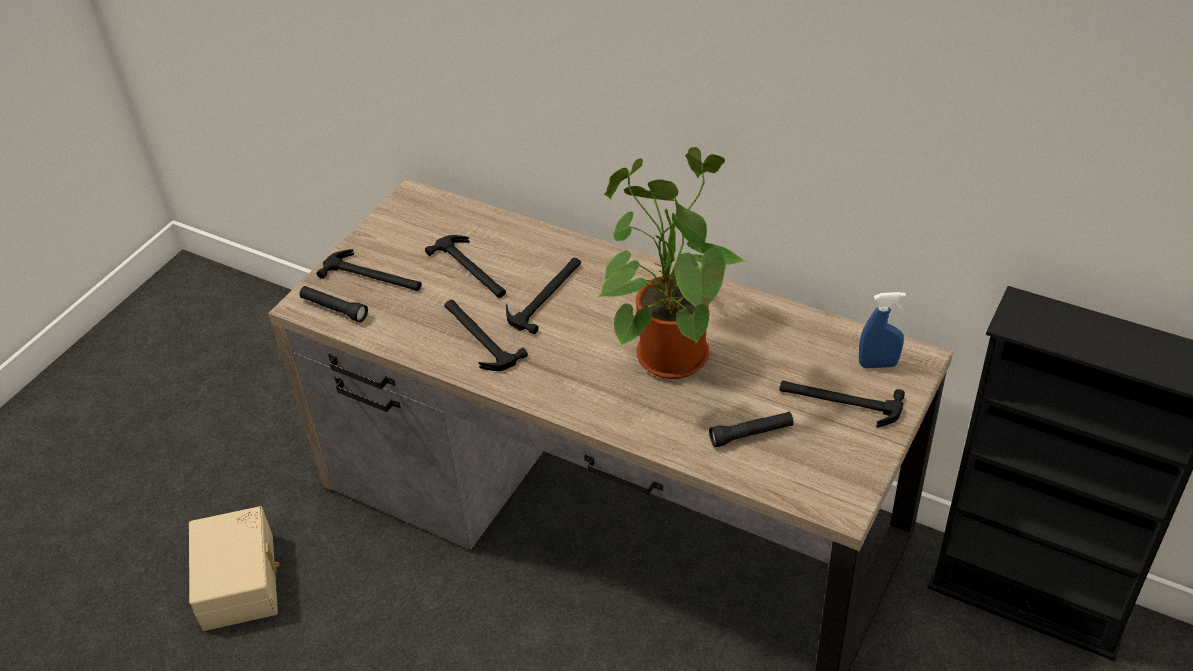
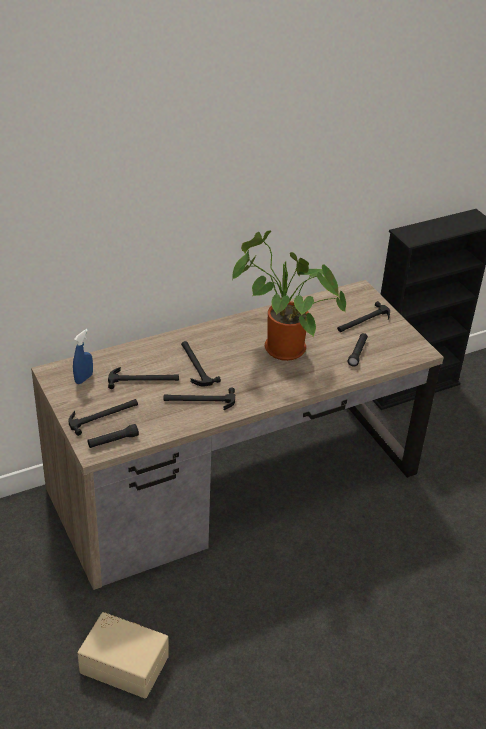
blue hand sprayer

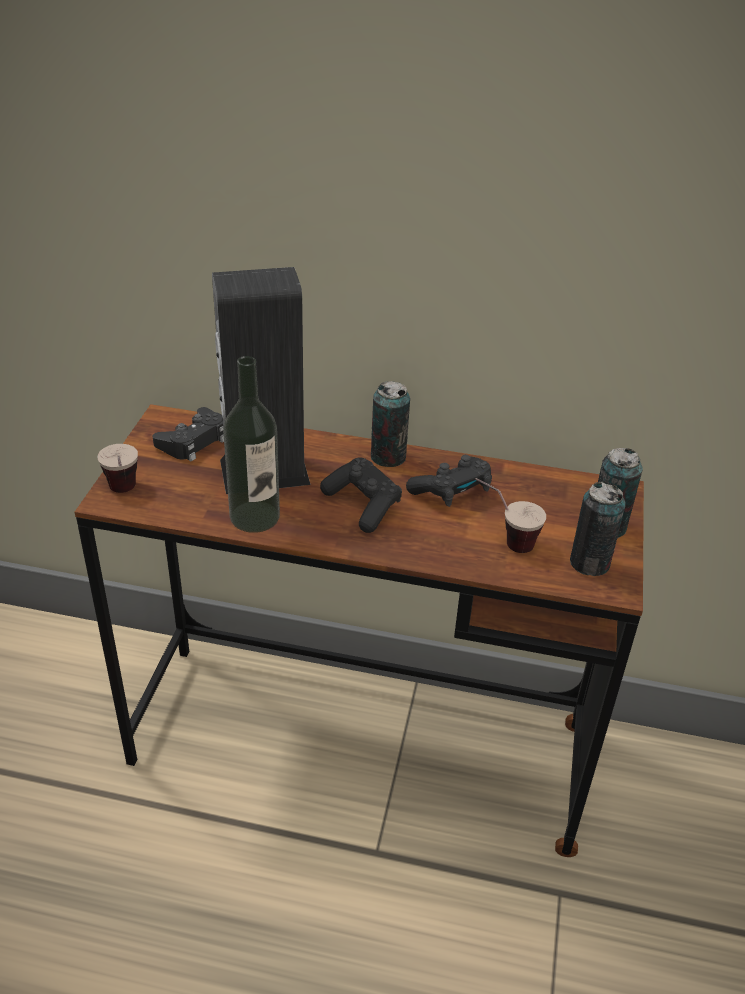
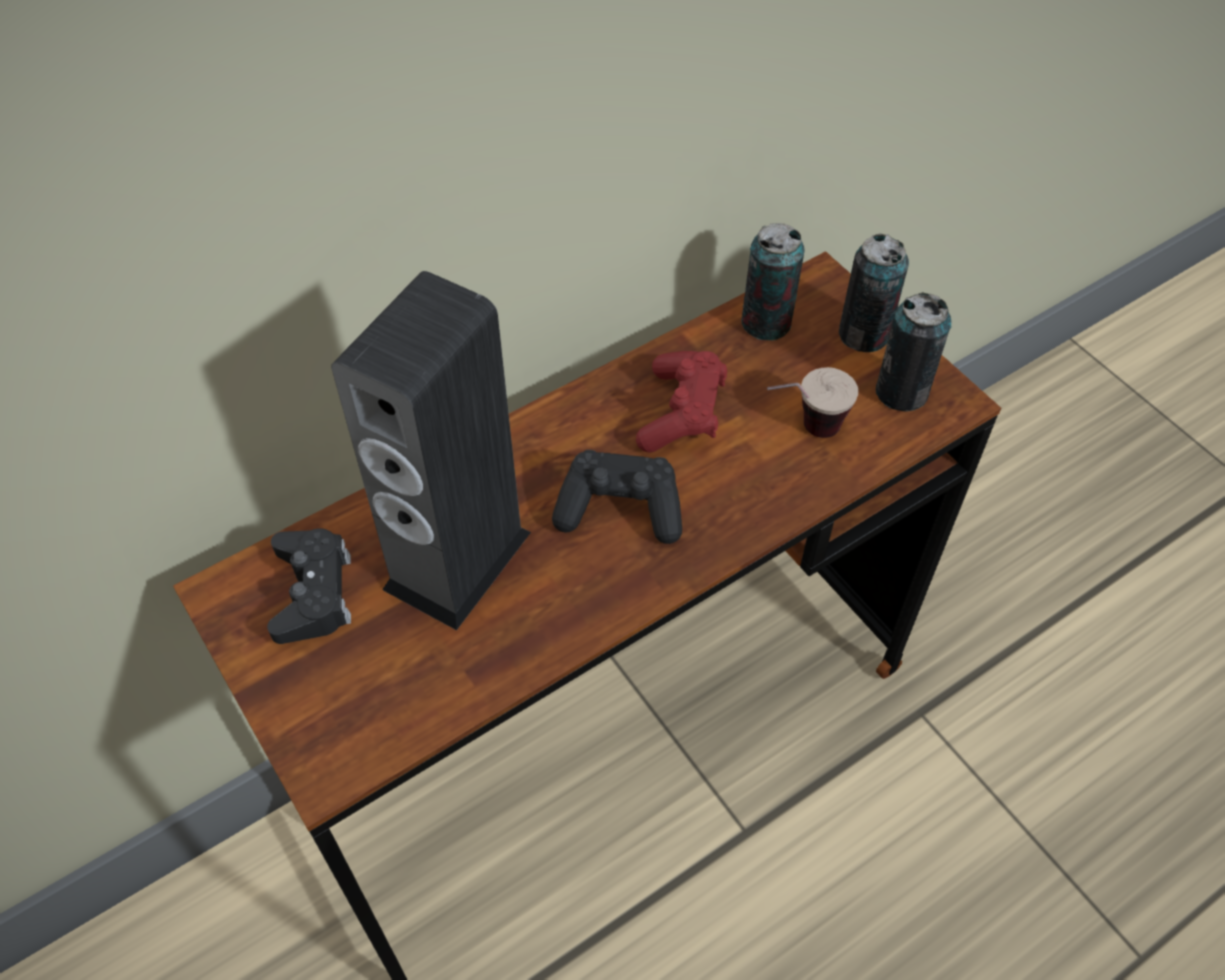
cup (no. 1 from left in the first image); drink bottle; can (no. 1 from left); red-coloured game controller

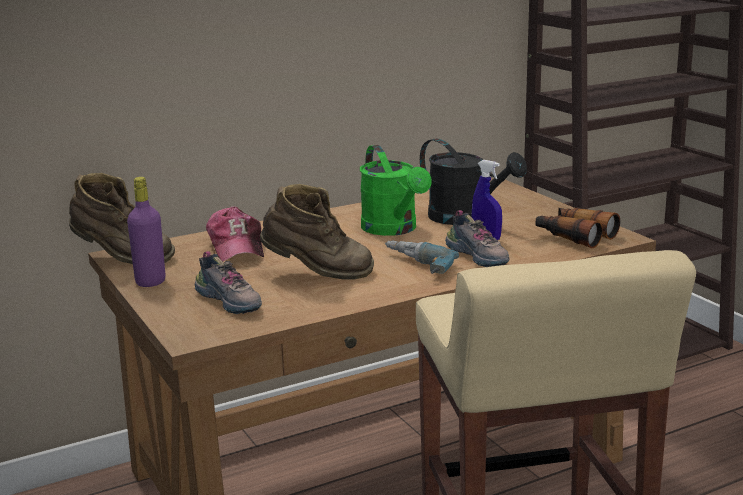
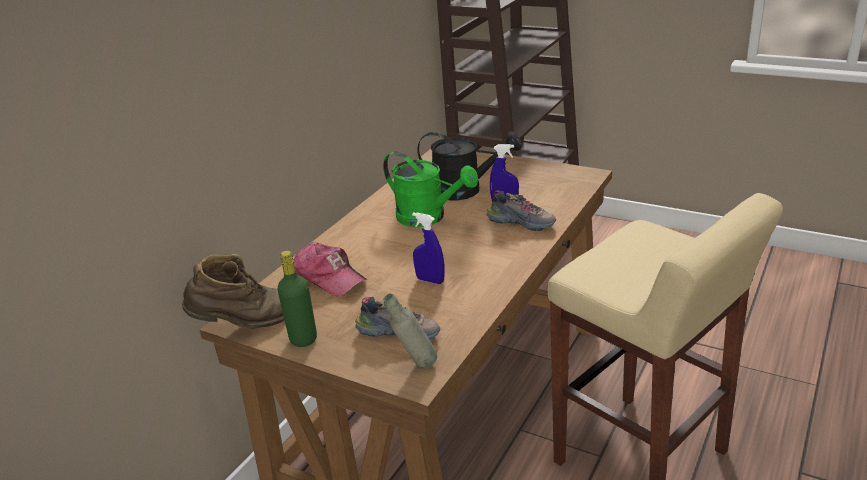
power drill; pair of binoculars; grey drink bottle; blue hand sprayer (no. 1 from left); green drink bottle

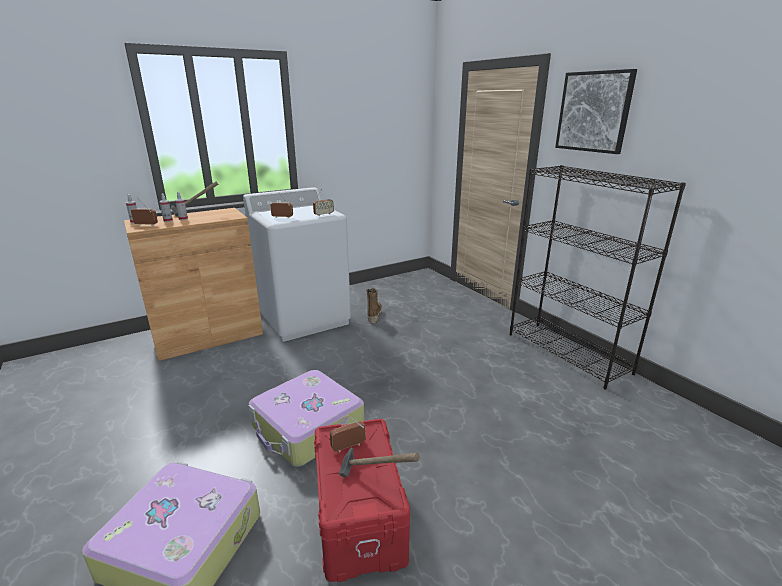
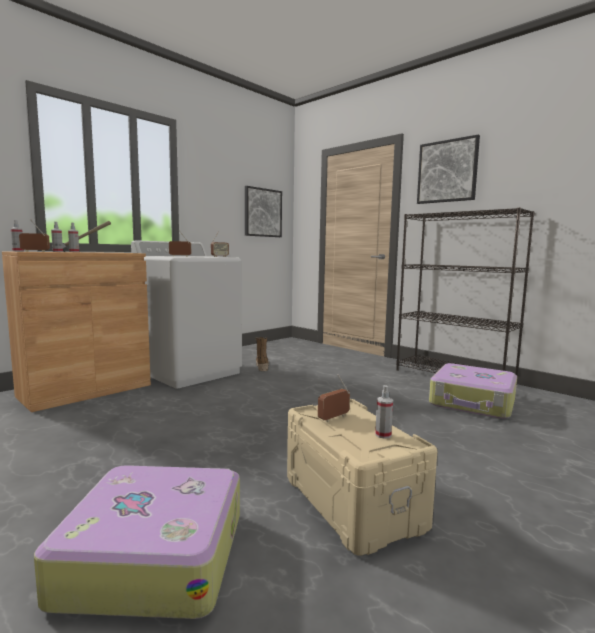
wall art (no. 1 from left); piece of luggage (no. 2 from left); hand sprayer (no. 4 from left); beige-coloured storage bin

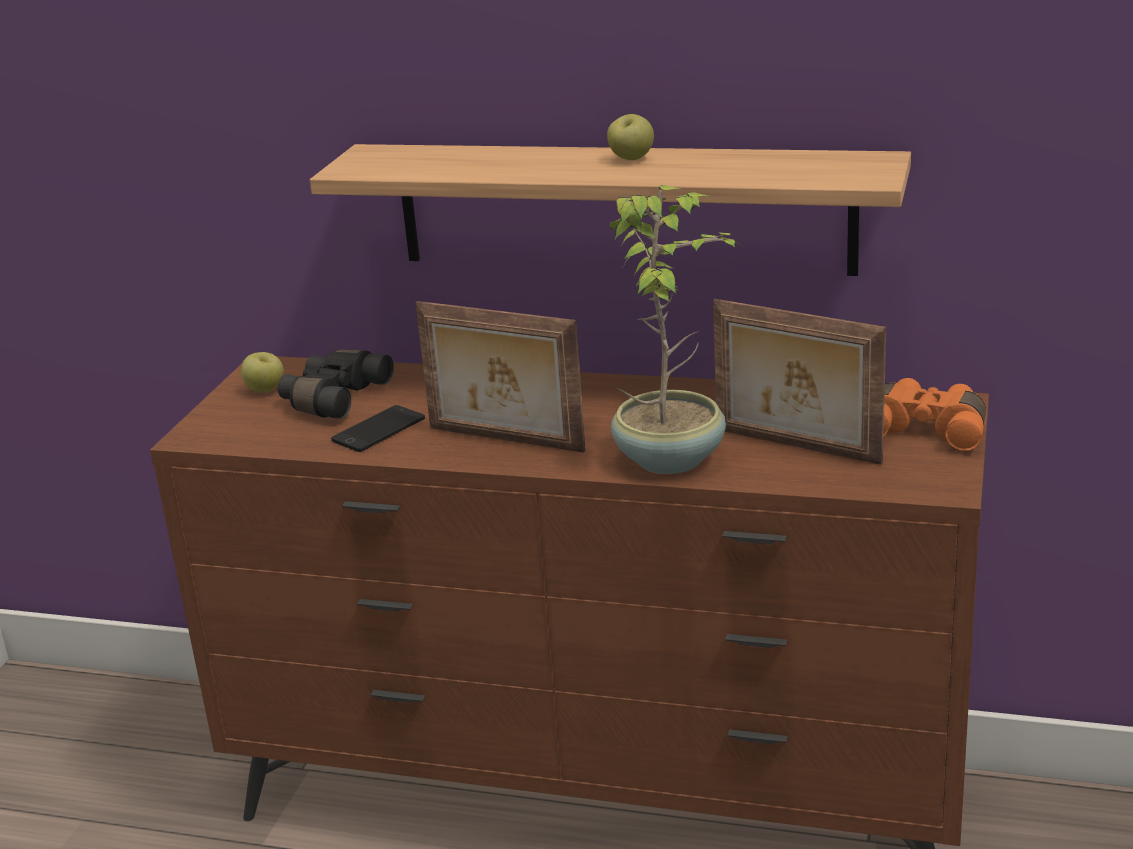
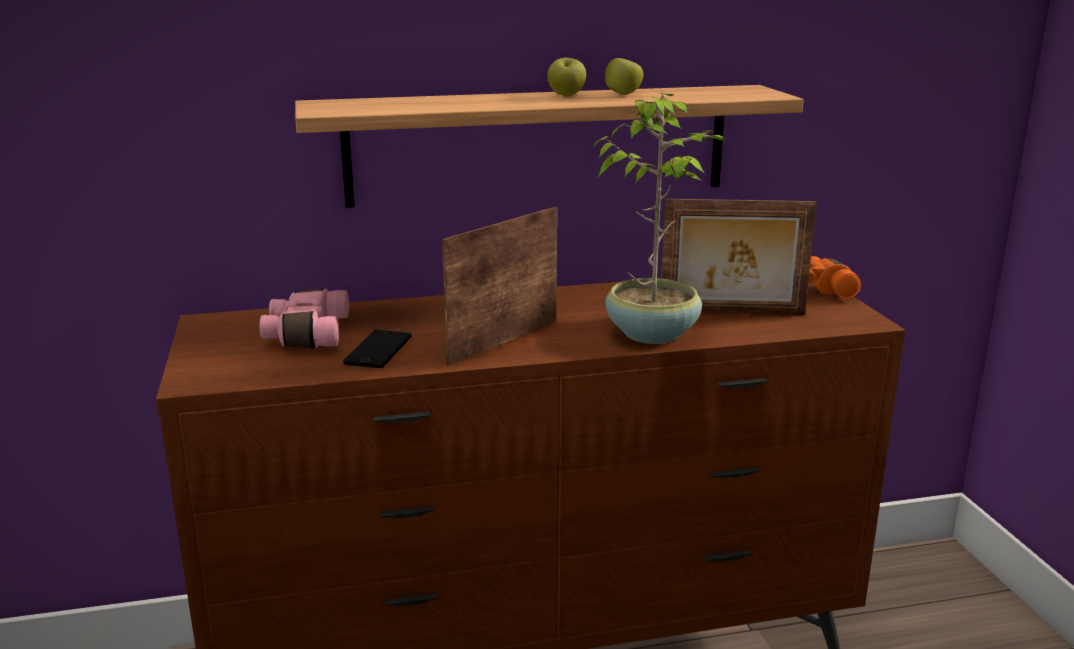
apple (no. 2 from left); pink-coloured pair of binoculars; standing frame (no. 1 from left)

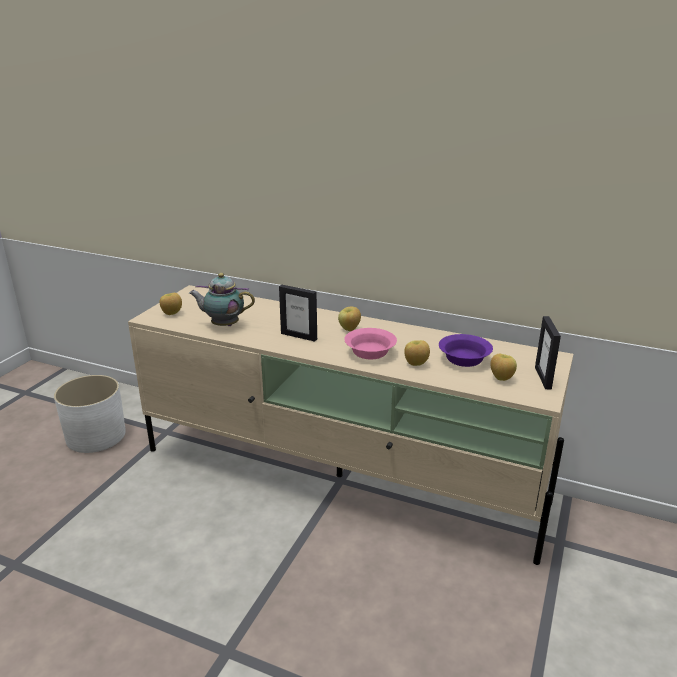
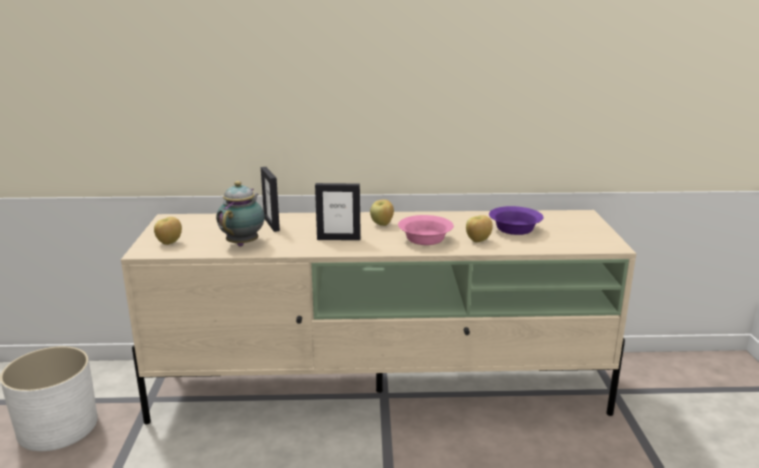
apple (no. 4 from left in the first image); standing frame (no. 1 from left); teapot

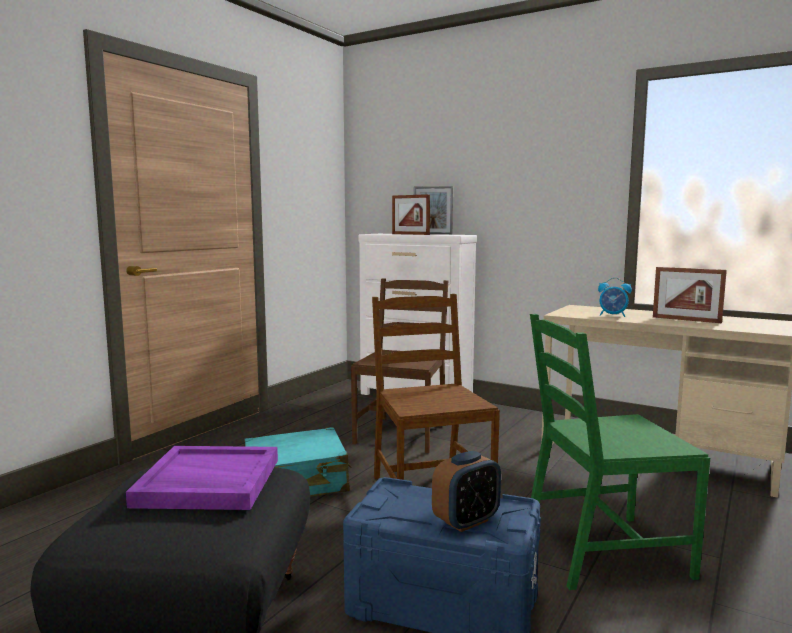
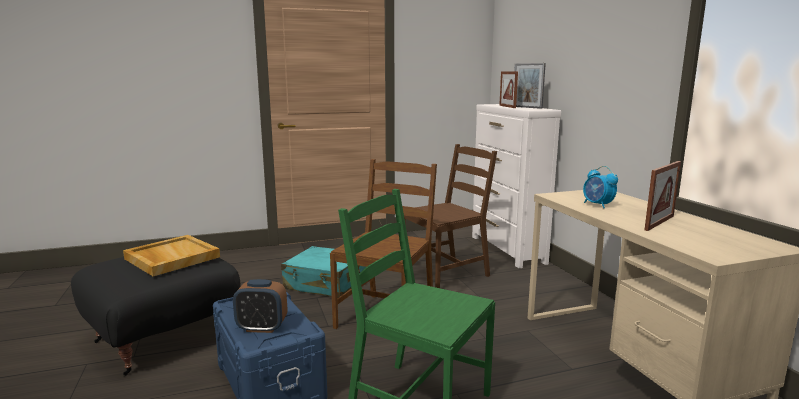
beige-coloured carrying tray; standing frame (no. 3 from left)

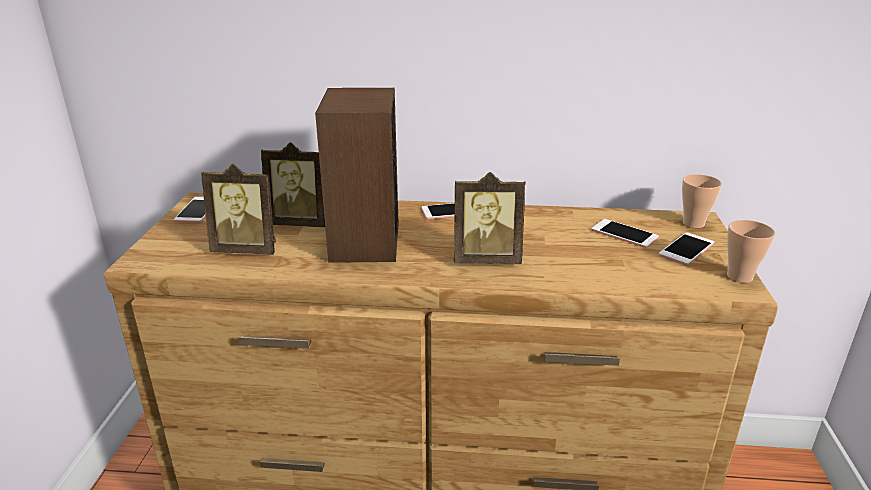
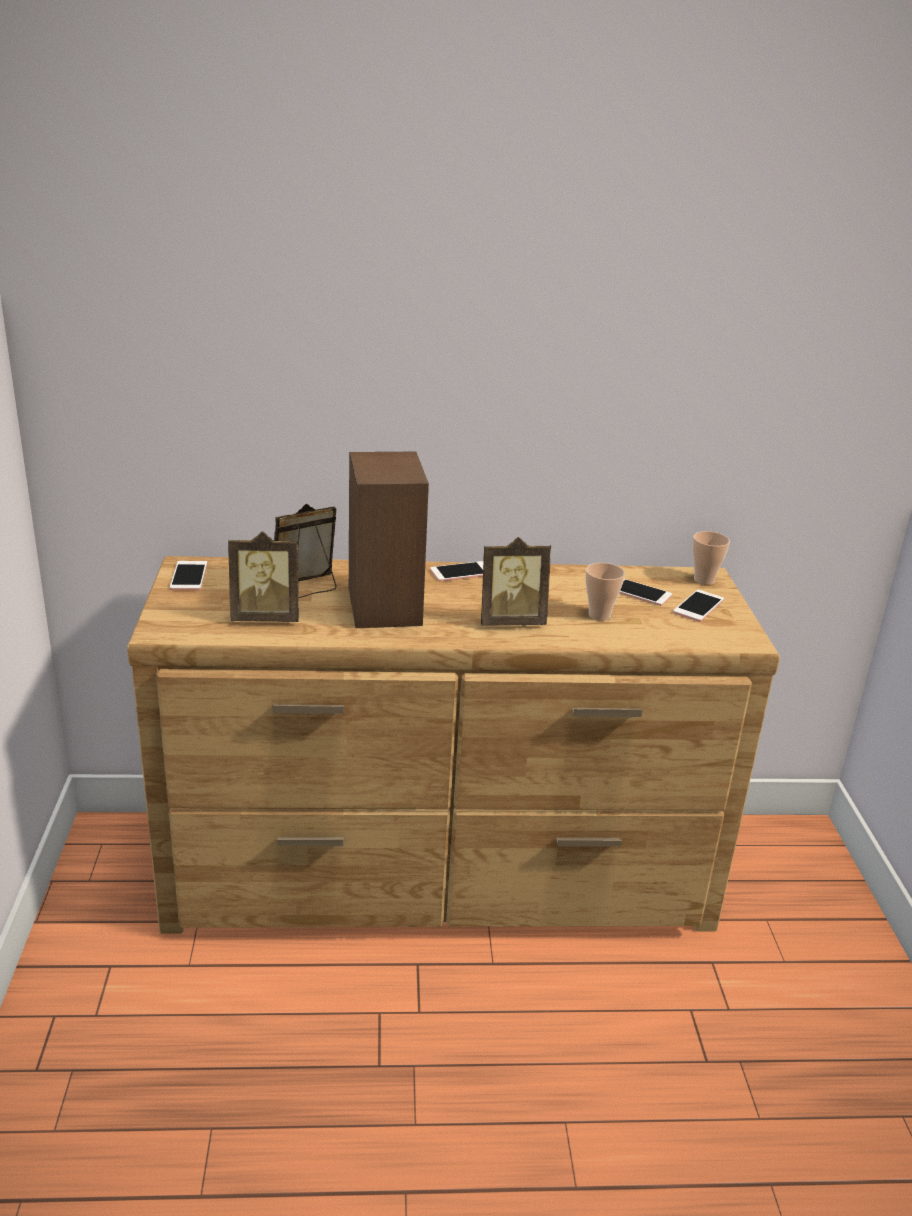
cup (no. 1 from left); standing frame (no. 2 from left)

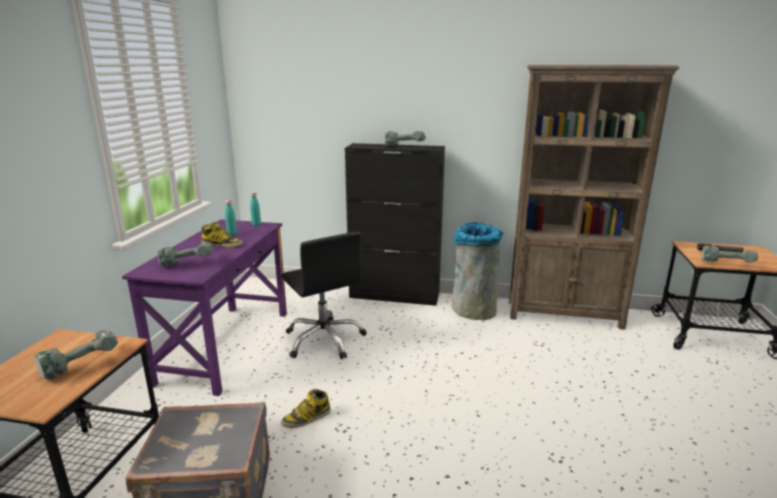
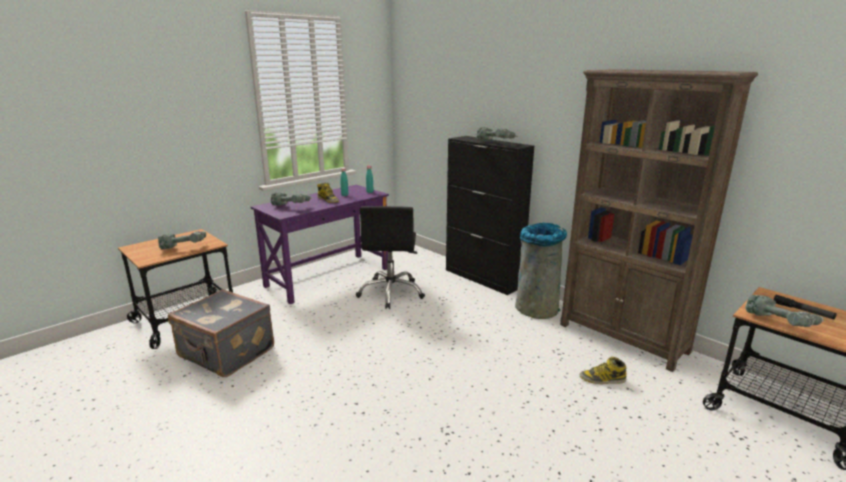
tall boot (no. 2 from left)

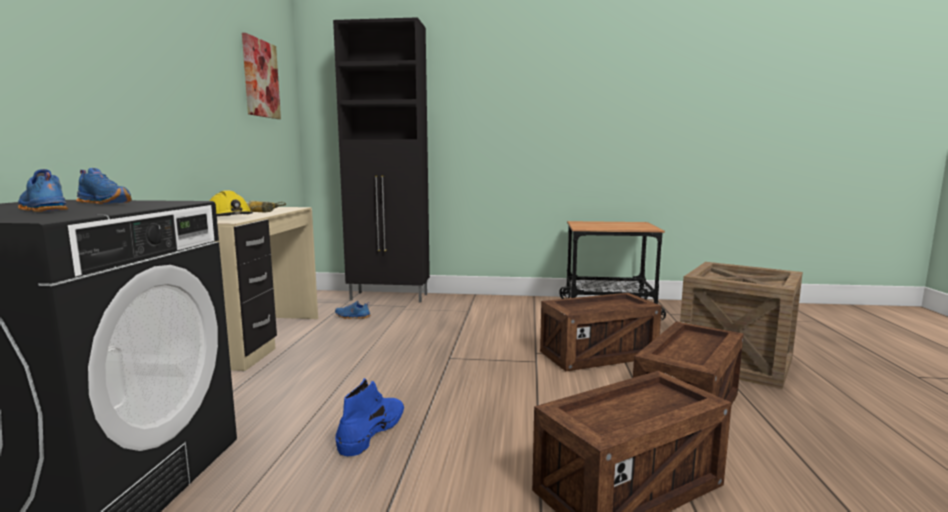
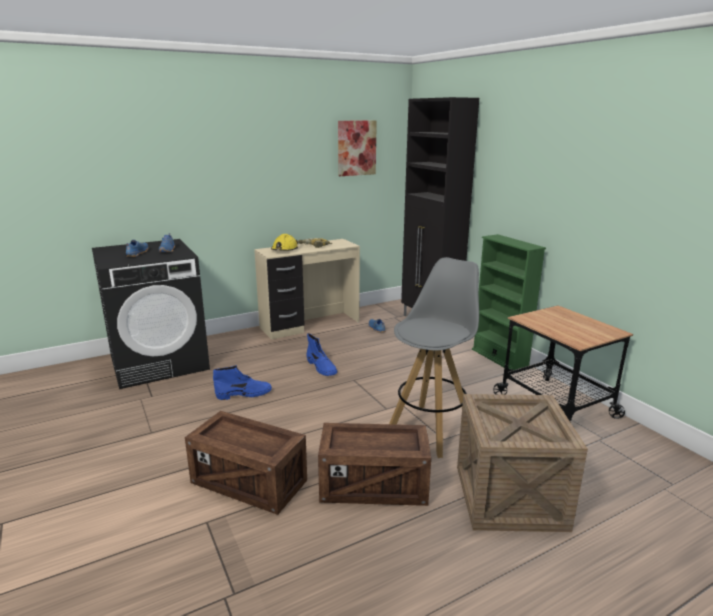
blue tall boot (no. 2 from left); green shelving unit; grey stool

